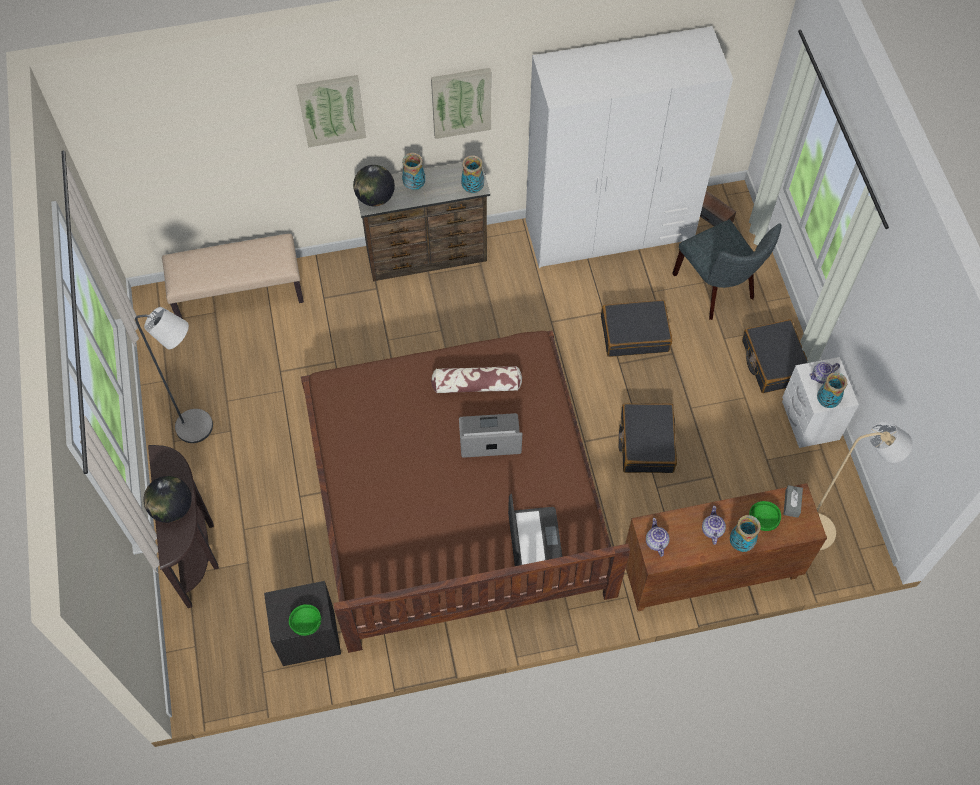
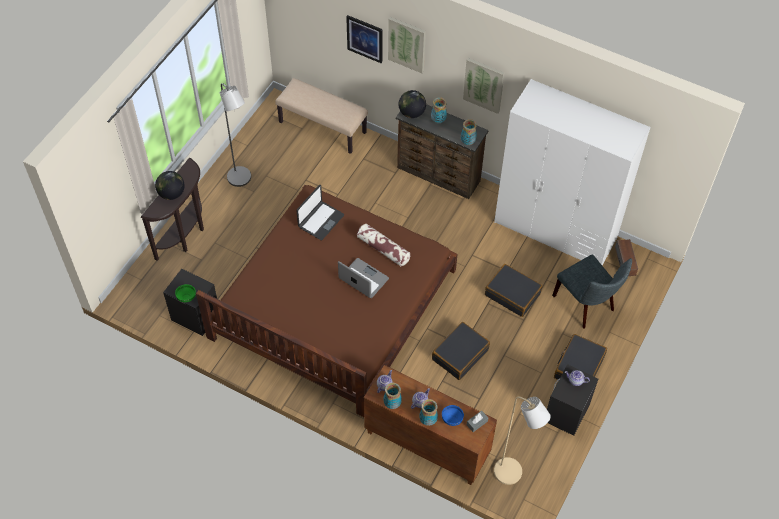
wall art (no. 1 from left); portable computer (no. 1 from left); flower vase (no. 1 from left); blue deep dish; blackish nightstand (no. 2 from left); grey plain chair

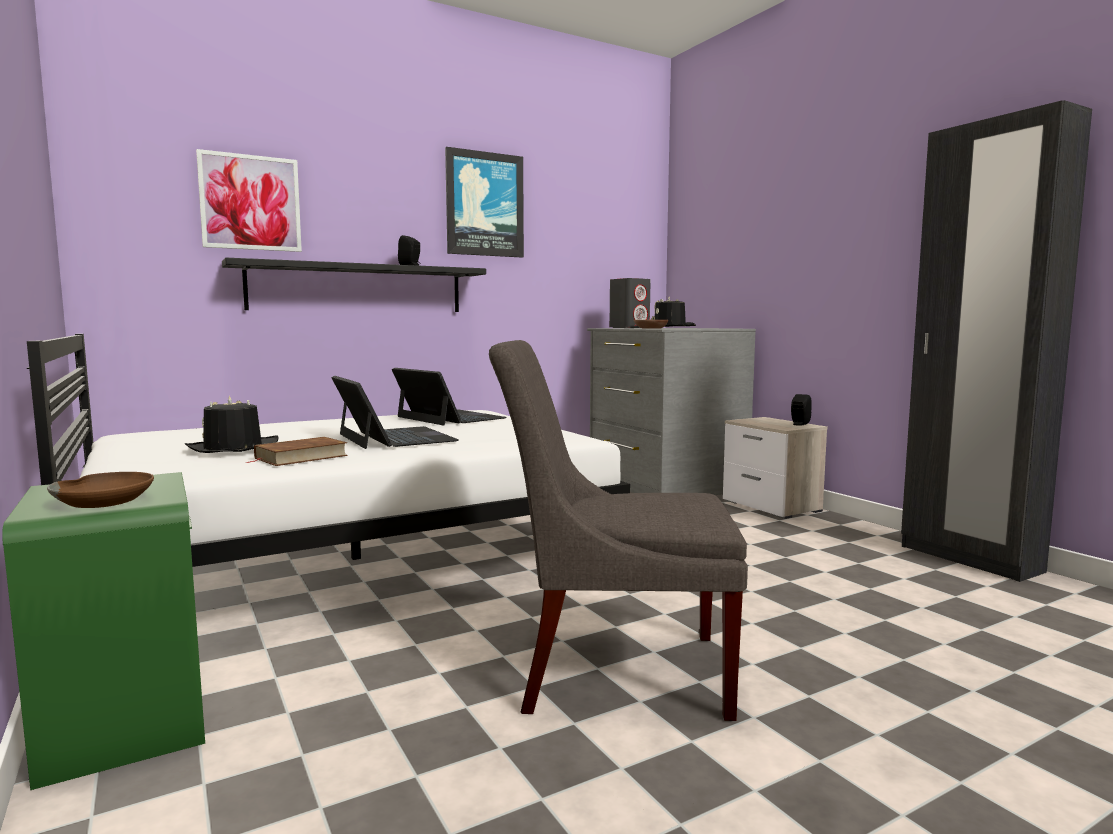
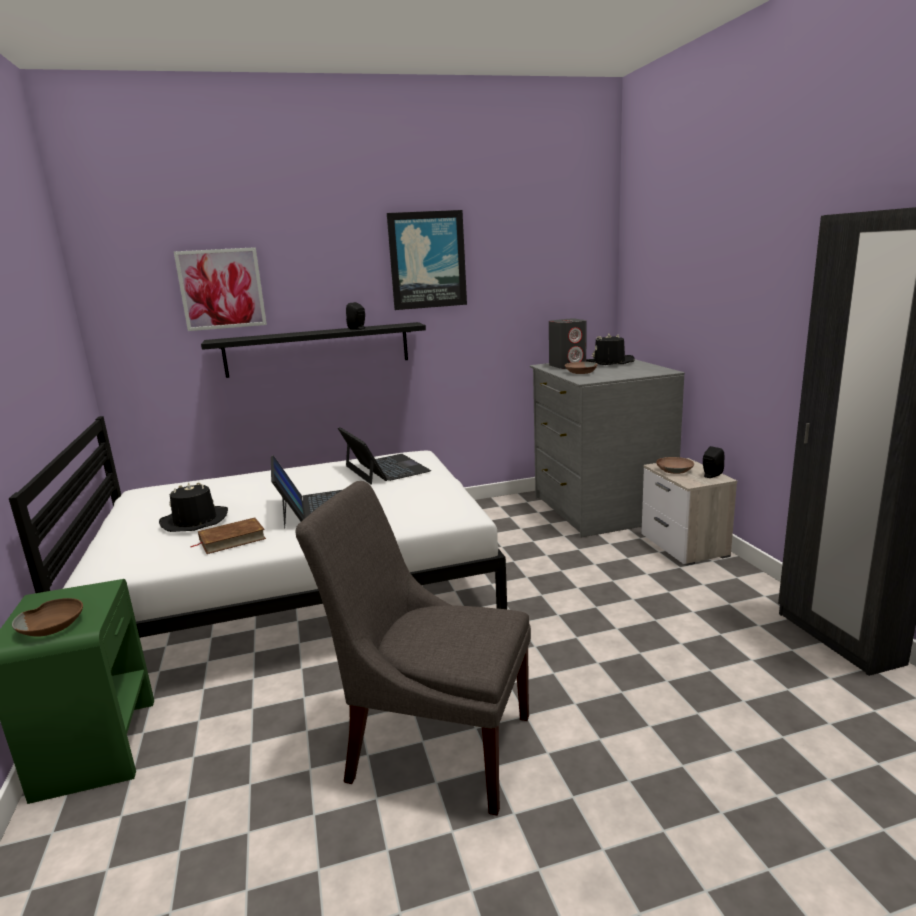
brownish deep dish (no. 3 from left)

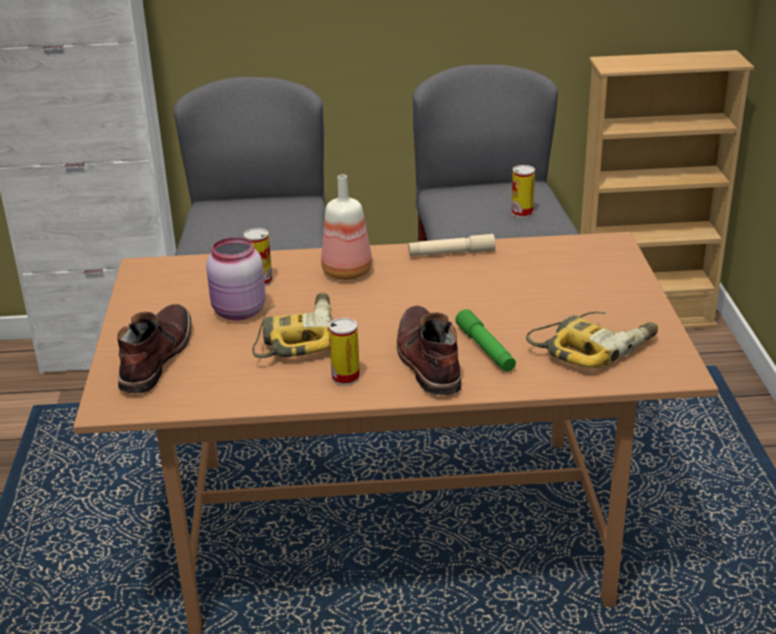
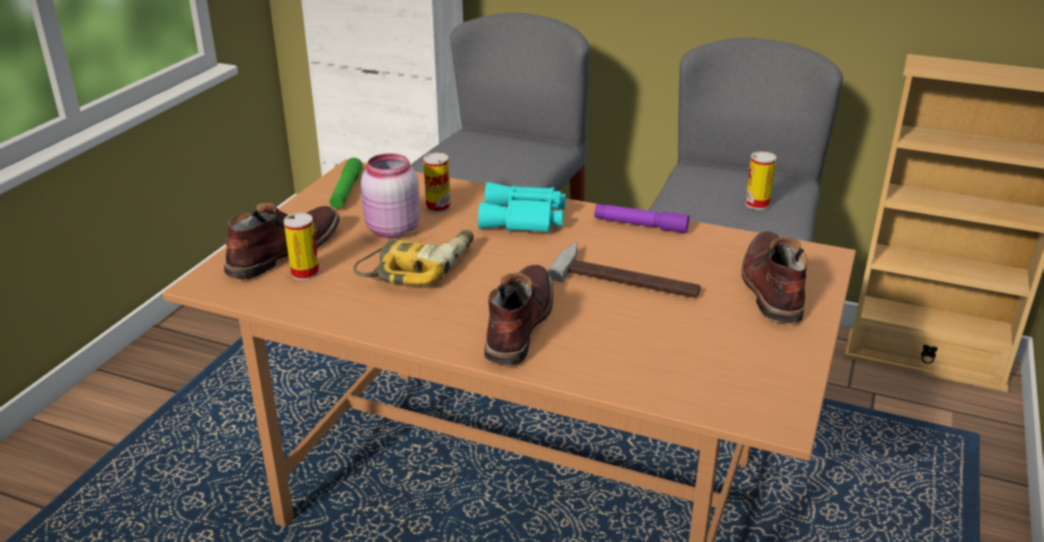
power drill (no. 2 from left in the first image); hammer; brownish tall boot (no. 3 from left); can (no. 1 from left); green flashlight; turquoise pair of binoculars; purplish flashlight

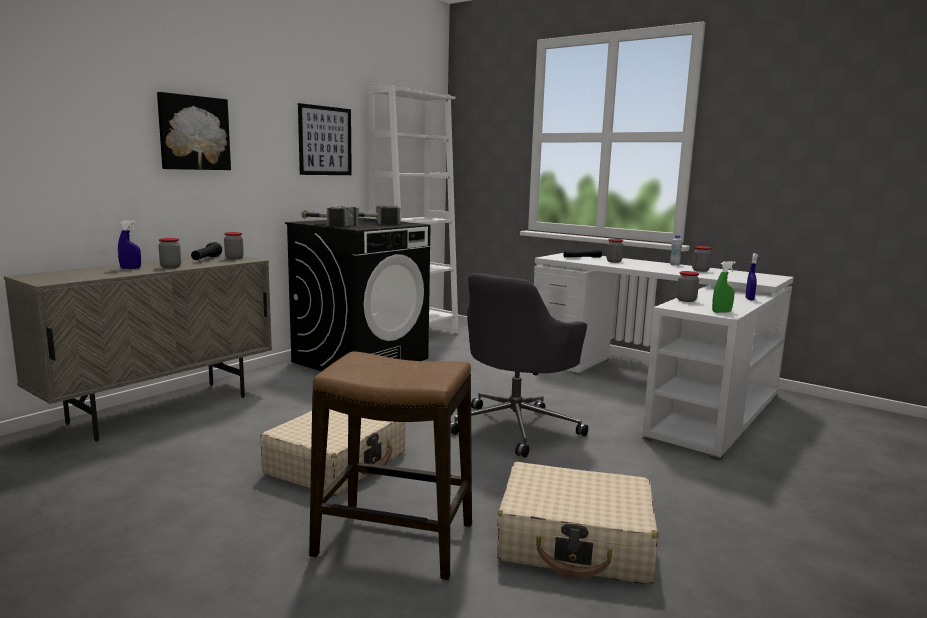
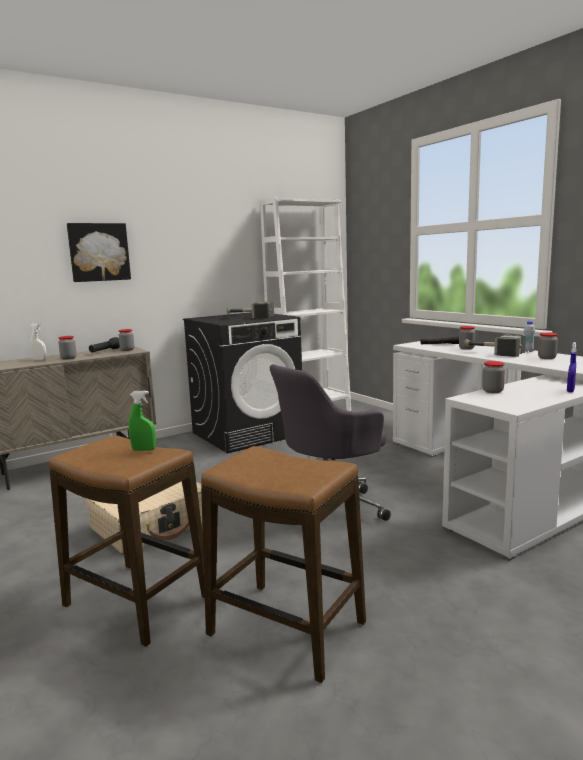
wall art (no. 2 from left in the first image); hammer (no. 2 from left); green hand sprayer; stool (no. 2 from left); whitish hand sprayer

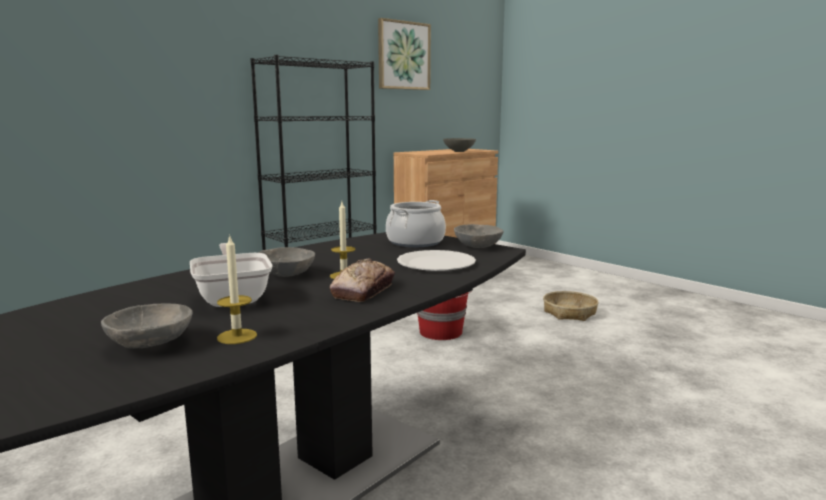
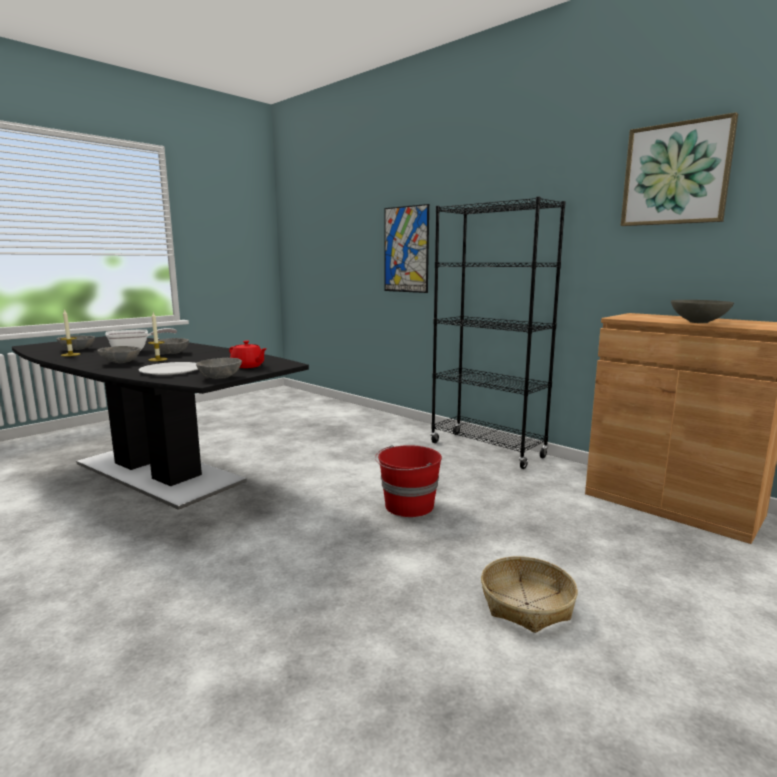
wall art (no. 1 from left); grey deep dish (no. 2 from left); red-coloured teapot

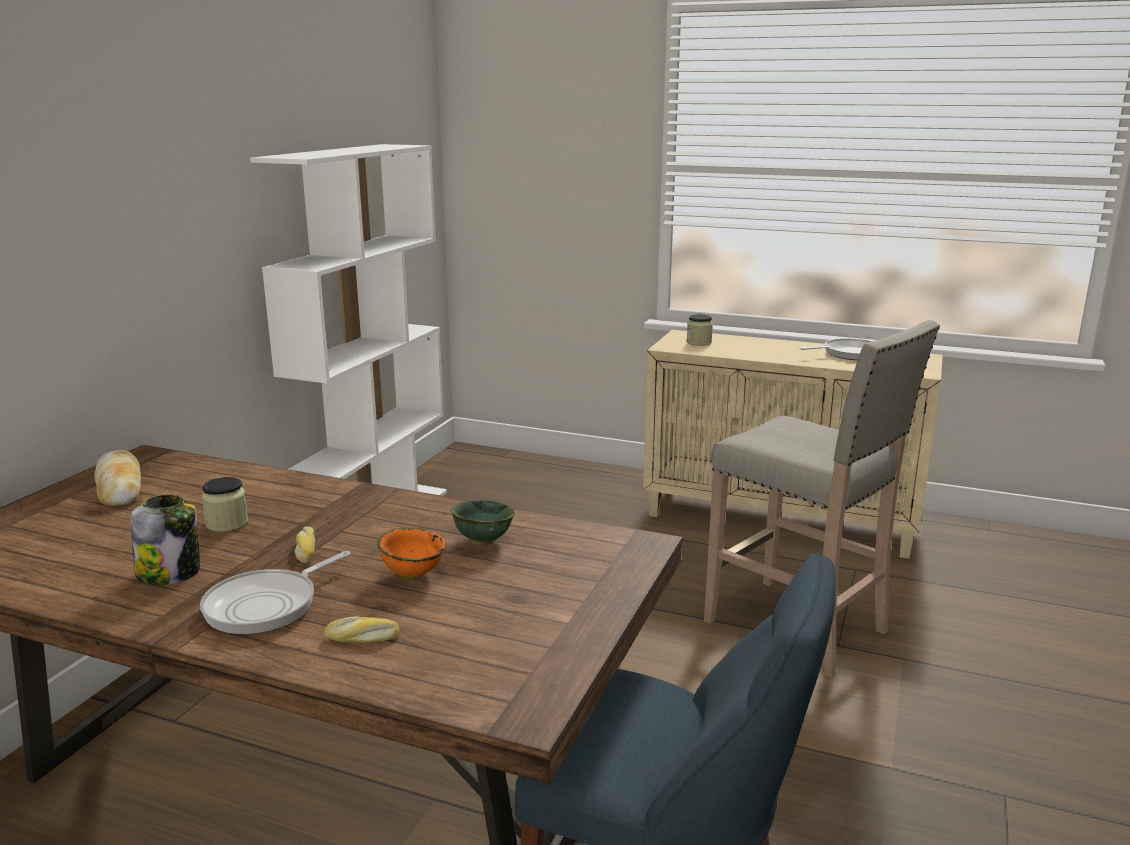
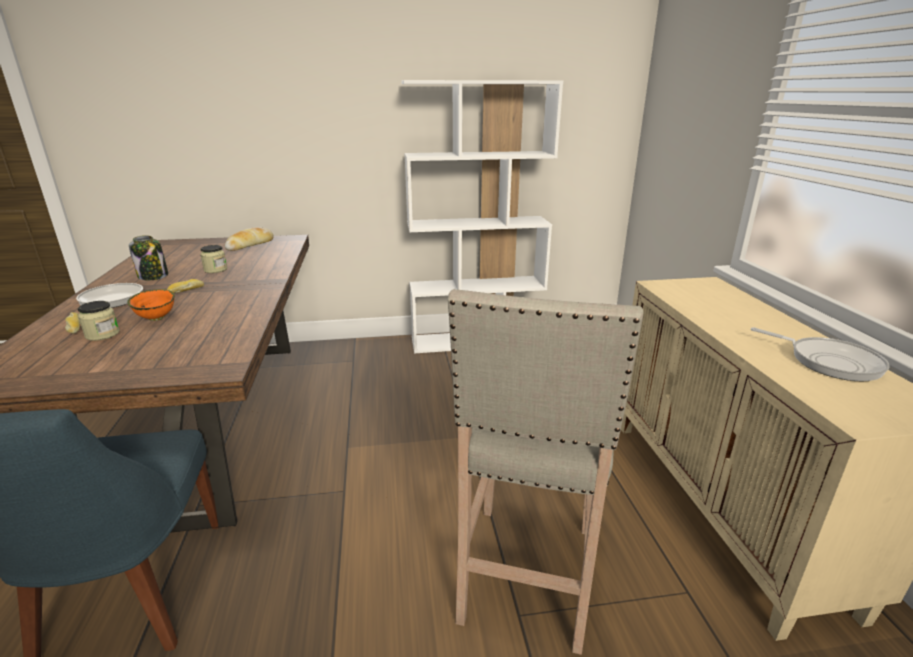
green deep dish; preserve jar (no. 1 from left)

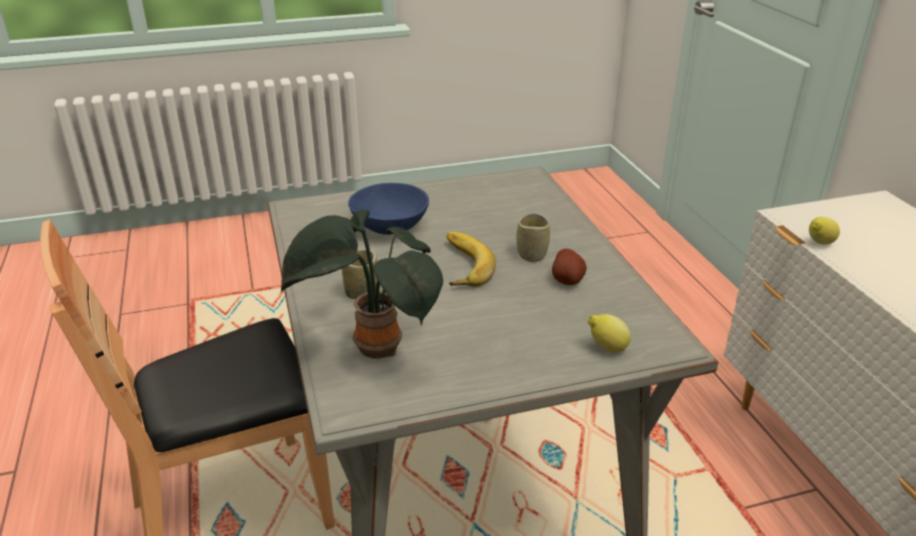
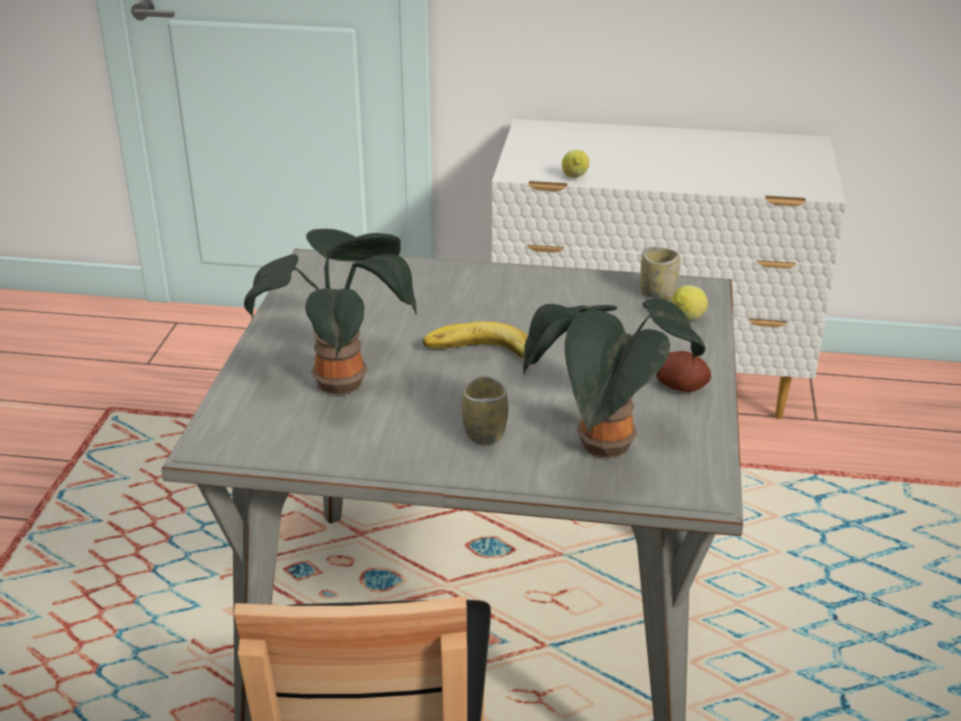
cup (no. 2 from left); spud; plant in a pot (no. 1 from left)

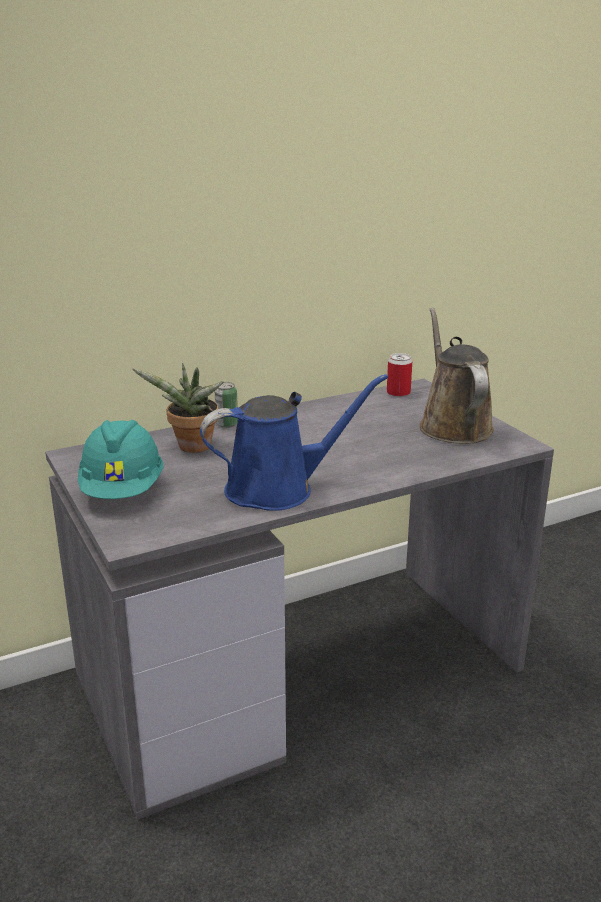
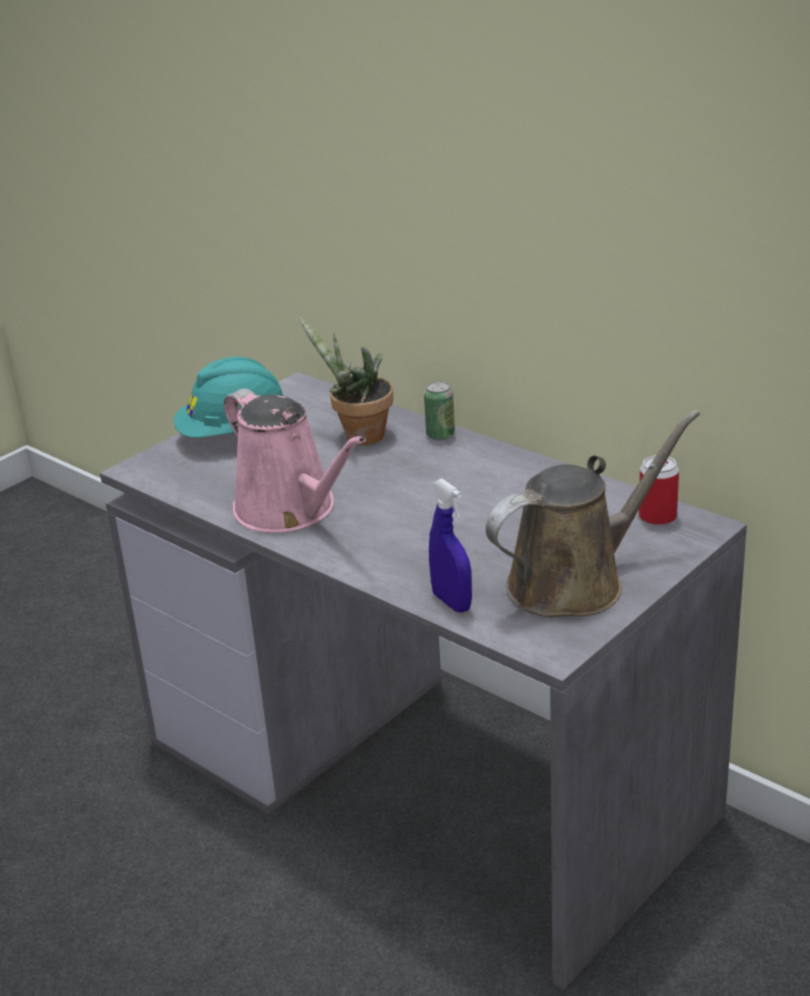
blue hand sprayer; pink-coloured watering pot

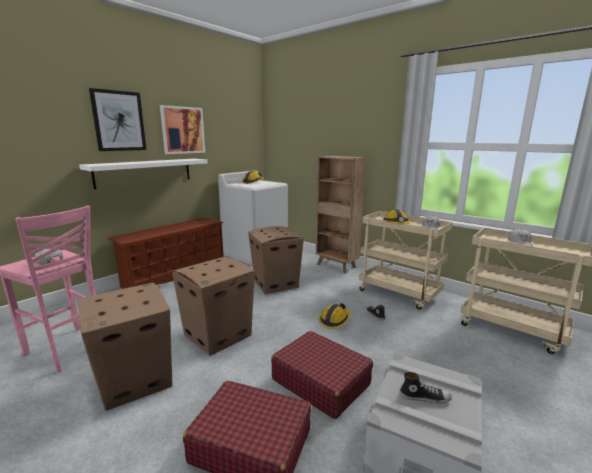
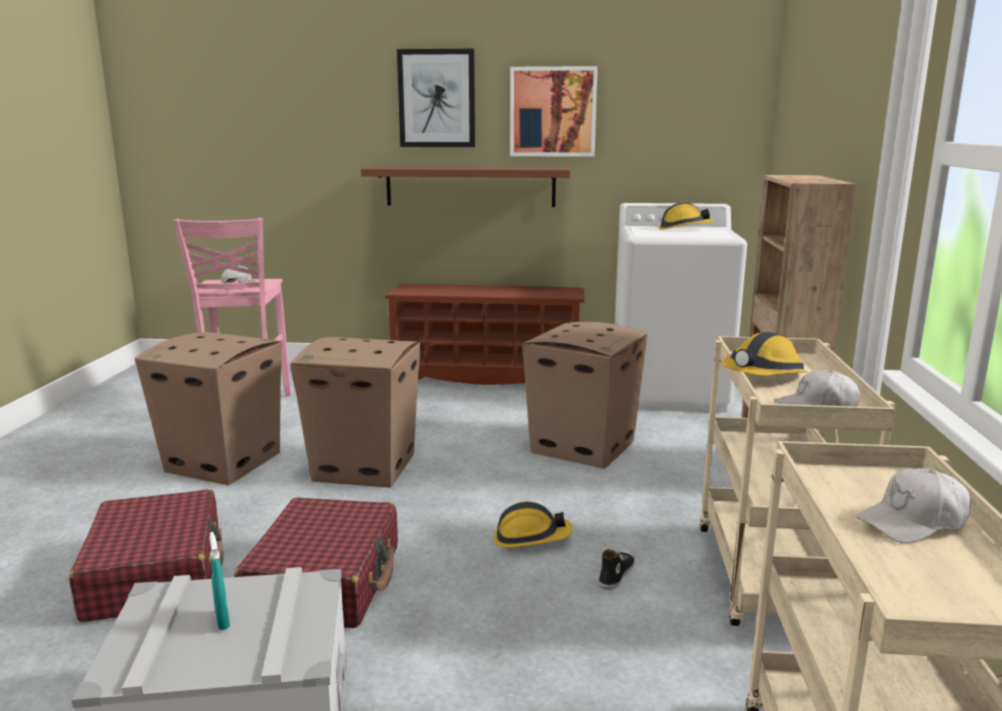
turquoise hand sprayer; brownish wall shelf

